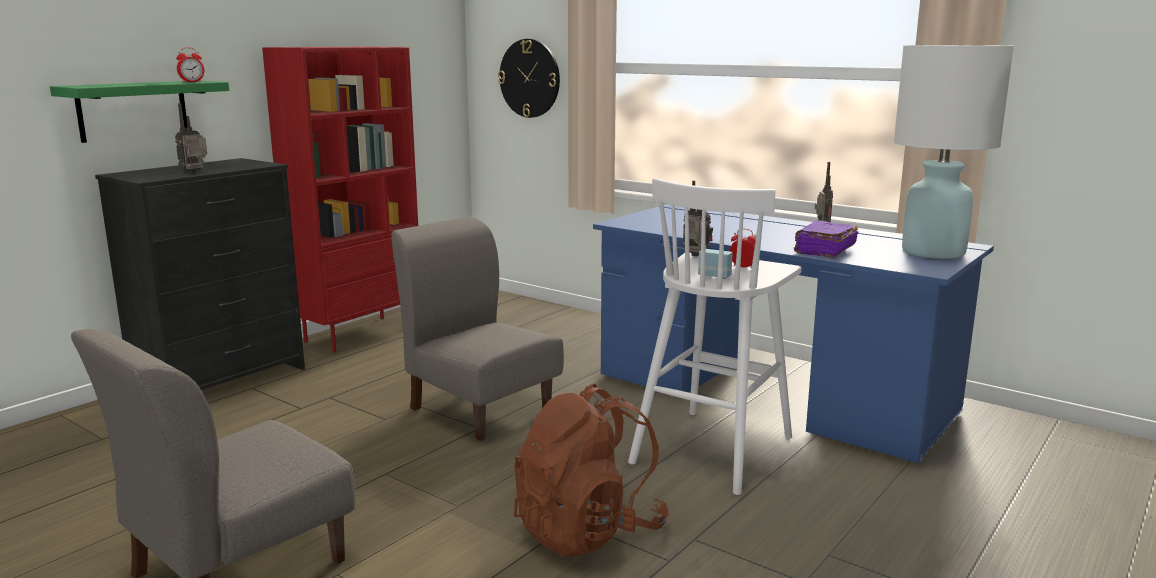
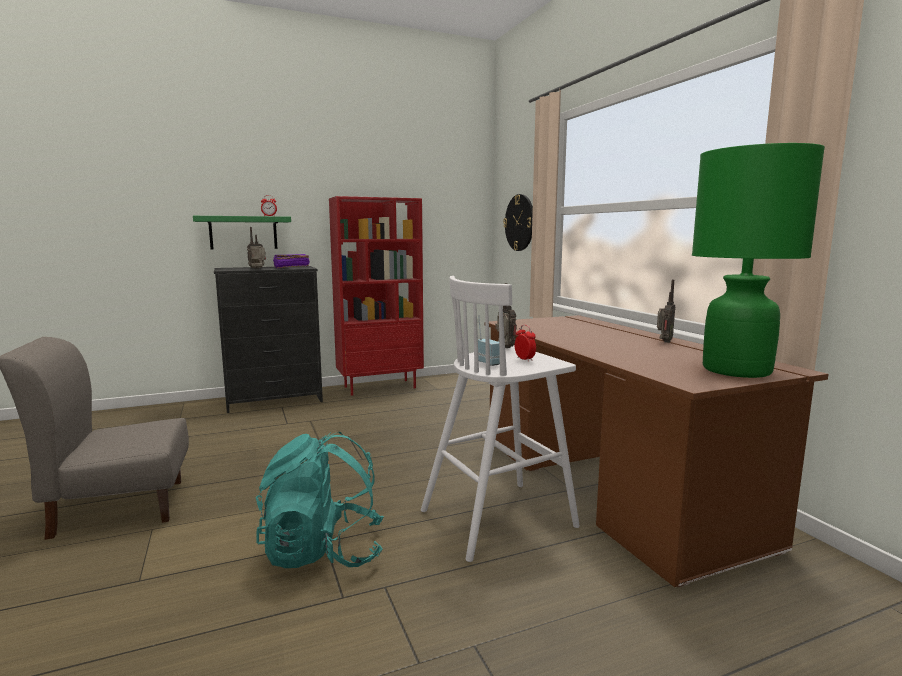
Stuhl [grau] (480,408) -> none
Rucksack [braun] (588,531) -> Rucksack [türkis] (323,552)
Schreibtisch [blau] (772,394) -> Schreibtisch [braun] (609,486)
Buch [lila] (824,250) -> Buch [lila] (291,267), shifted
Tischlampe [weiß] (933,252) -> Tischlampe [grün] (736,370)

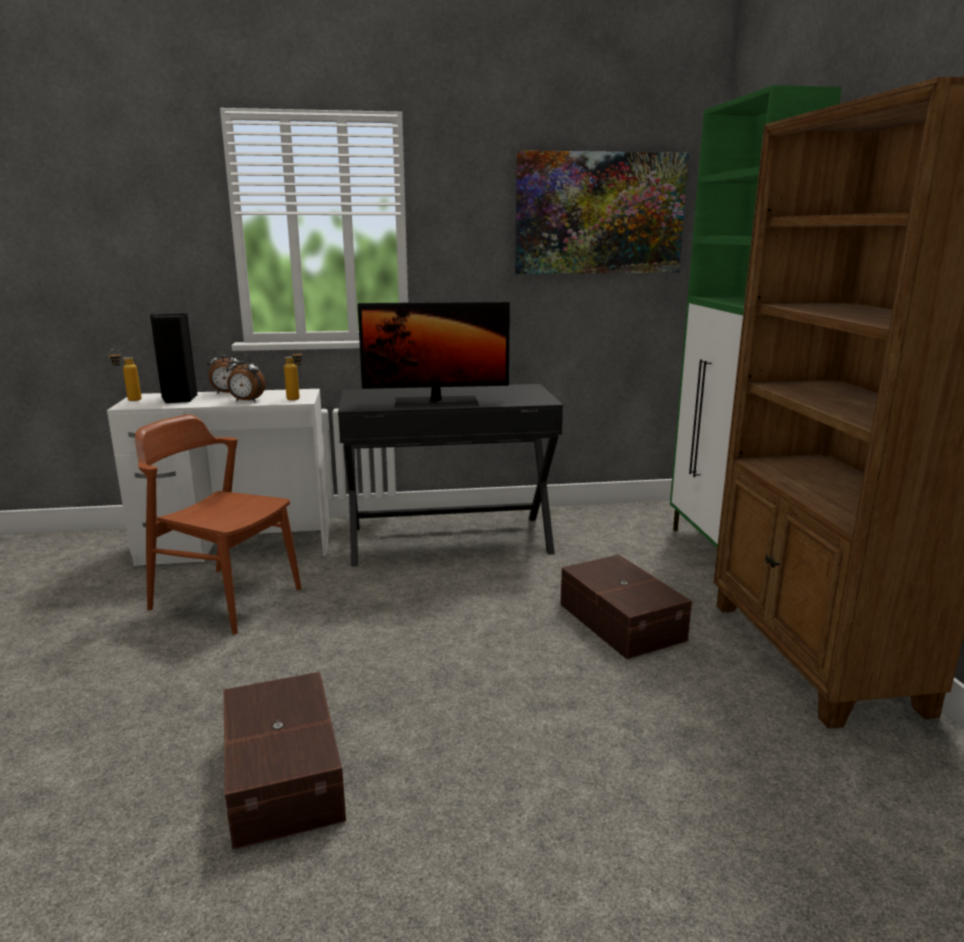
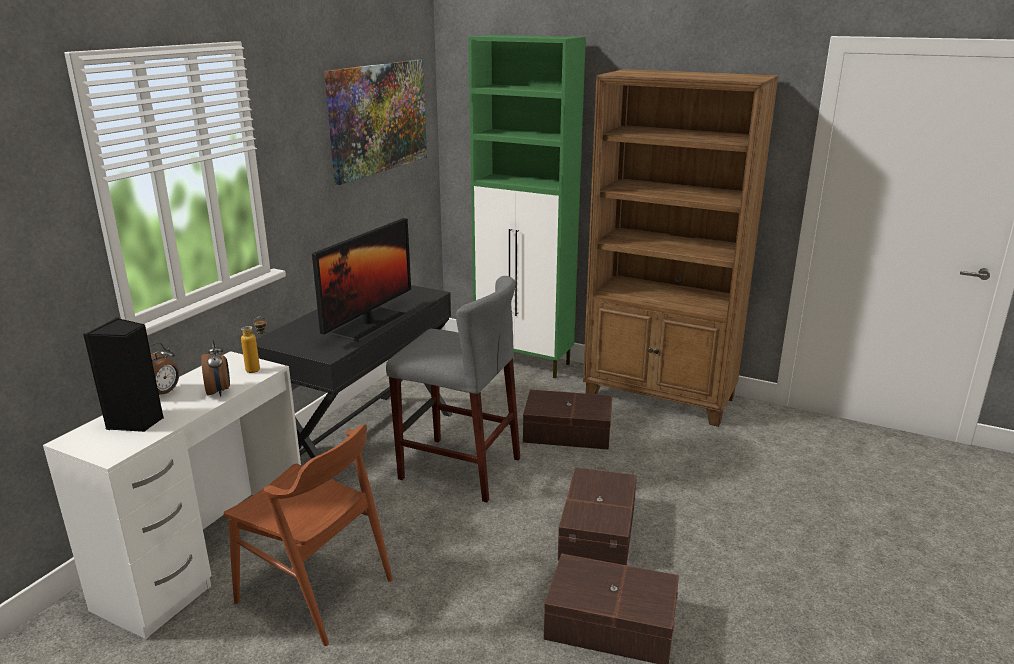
Flasche (129,400) -> none
Stuhl [braun] (225,599) -> Stuhl [braun] (315,591), 120 degrees counterclockwise
Wecker (246,401) -> Wecker (219,391), 60 degrees counterclockwise
none -> Hocker [grau] (459,468)
none -> Aufbewahrungsbox [braun] (599,531)

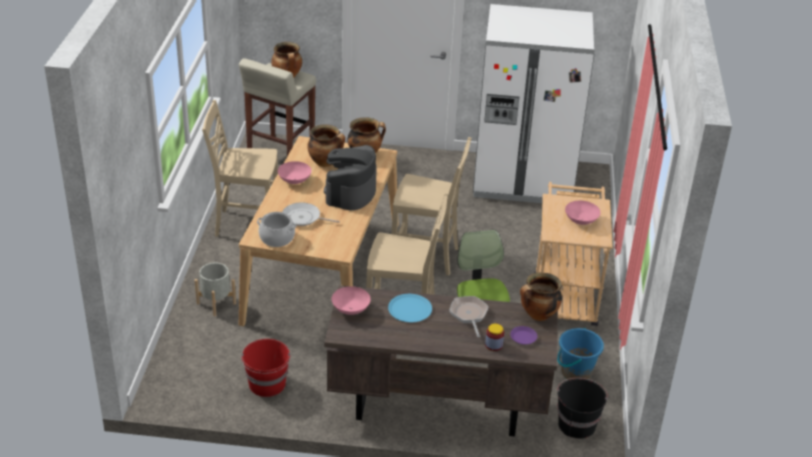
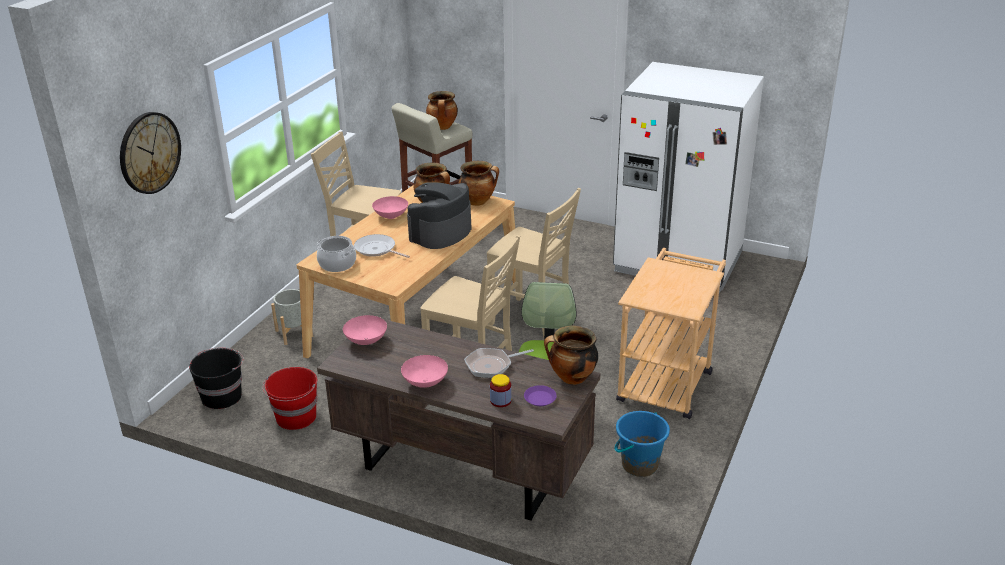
Teller [blau] (410,309) -> none
Pfanne (469,315) -> Pfanne (491,365), 120 degrees counterclockwise
Eimer [schwarz] (576,424) -> Eimer [schwarz] (222,396), shifted
Schüssel [rosa] (580,221) -> Schüssel [rosa] (424,382), shifted
none -> Wanduhr (149,152)

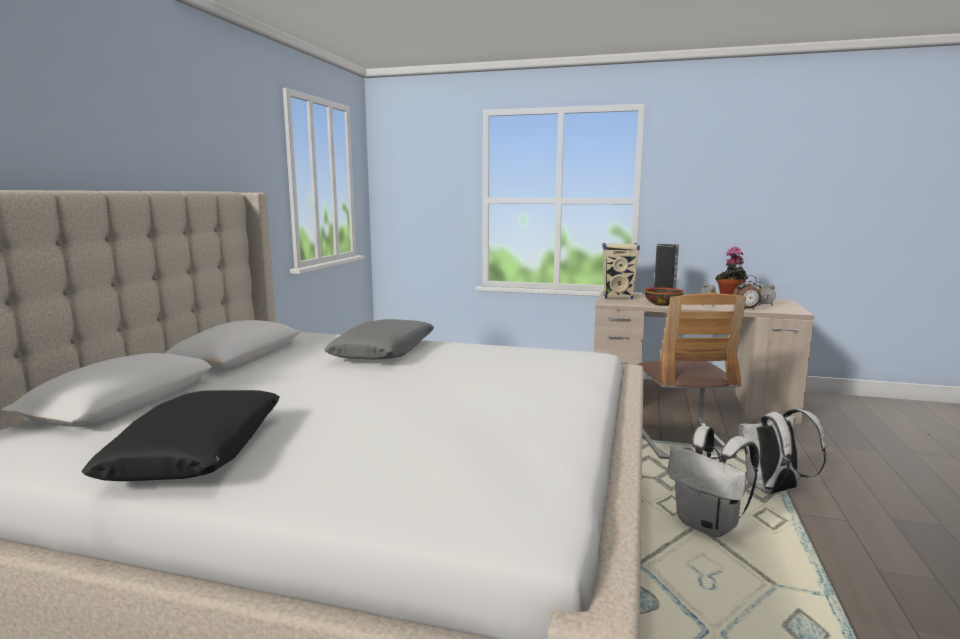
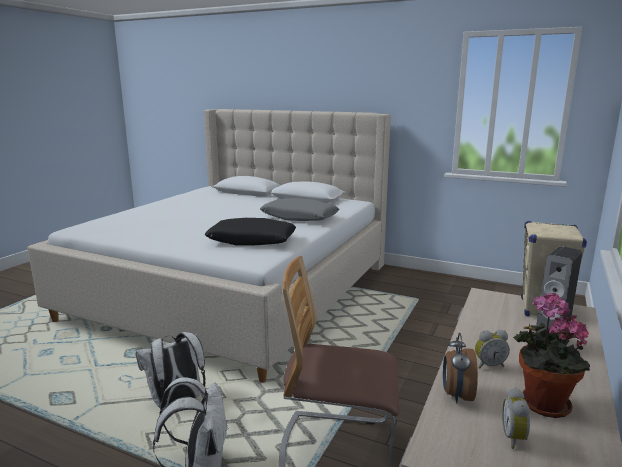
Kissen [schwarz] (198,451) -> Kissen [schwarz] (252,241), shifted
Schüssel (662,304) -> none

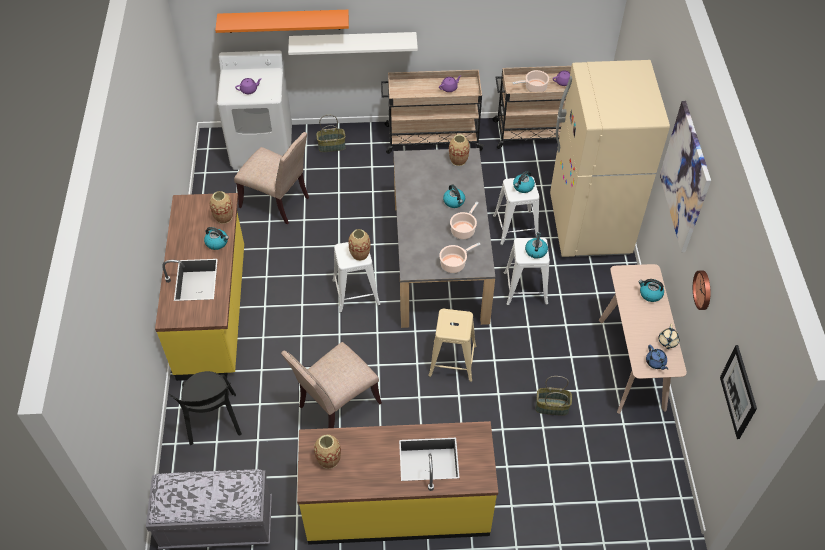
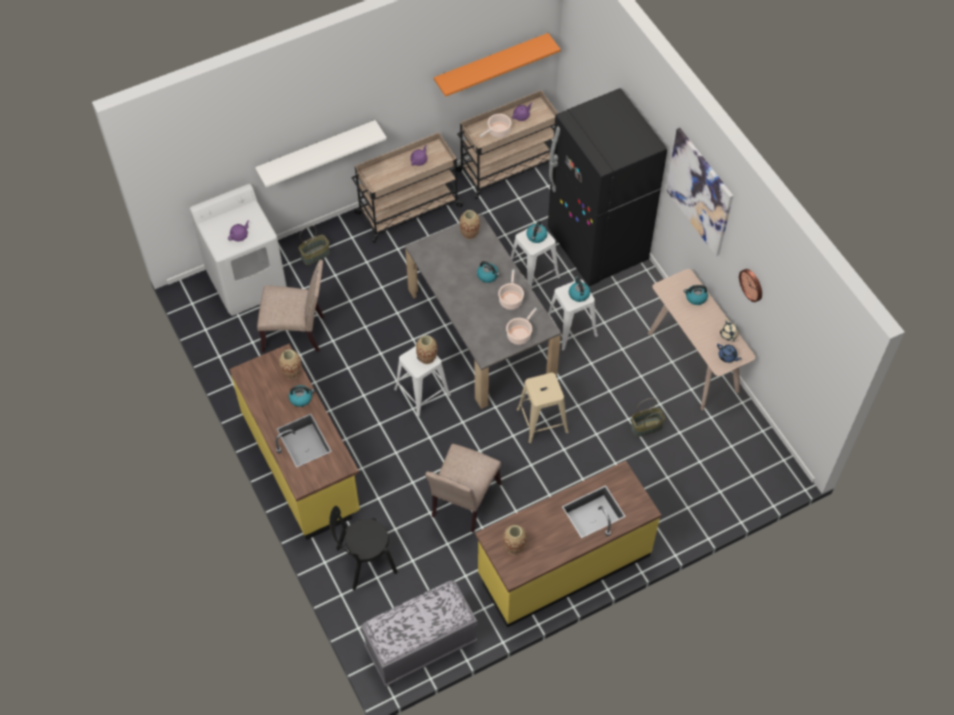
Stuhl [schwarz] (213,421) -> Stuhl [schwarz] (363,561), 105 degrees clockwise
Wandregal [orange] (284,21) -> Wandregal [orange] (491,63), shifted
Kühlschrank [beige] (589,225) -> Kühlschrank [schwarz] (597,246)
Bild (738,392) -> none

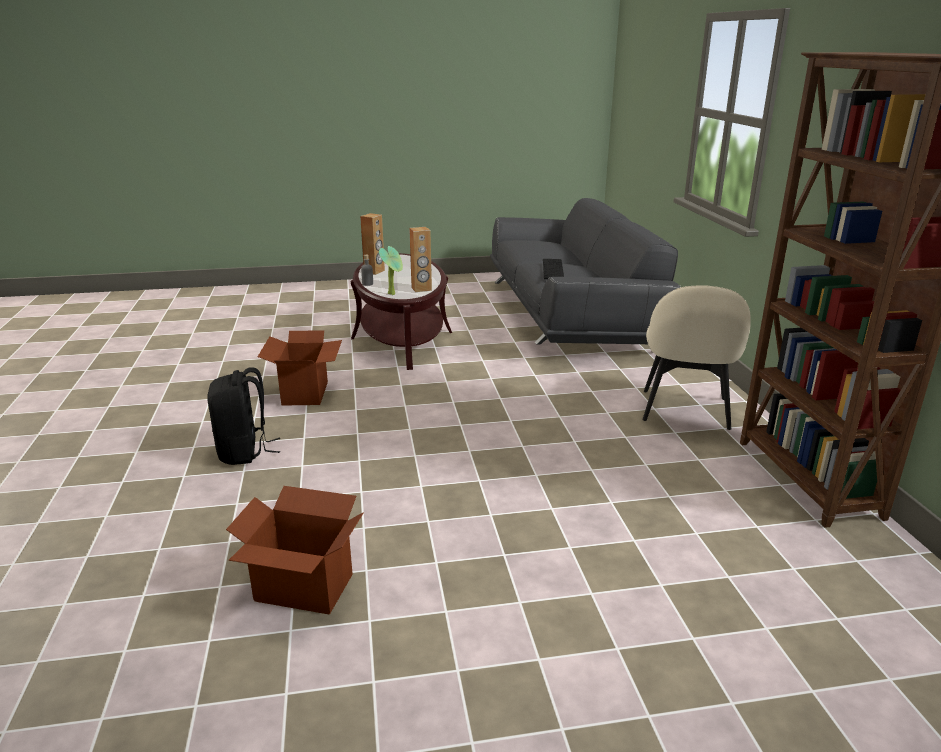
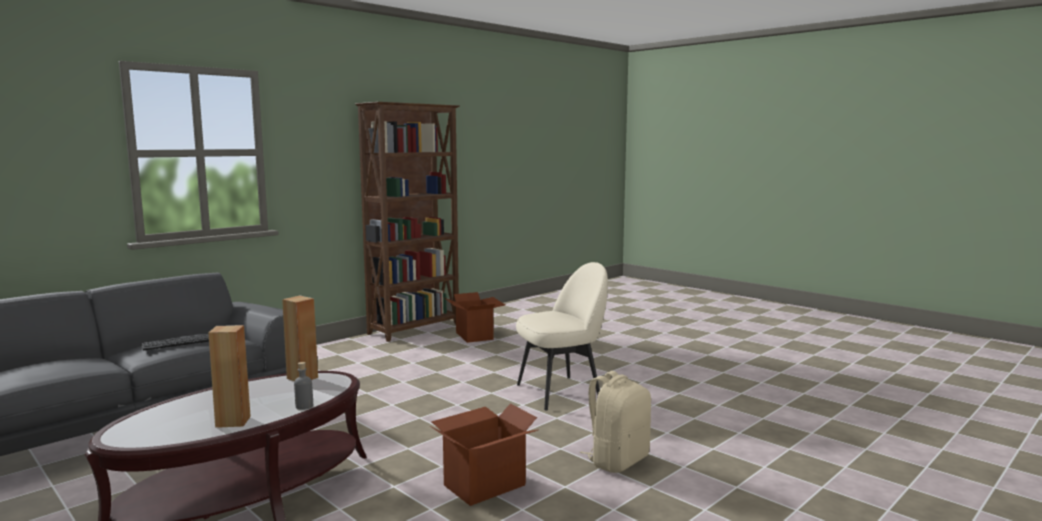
Rucksack [schwarz] (245,452) -> Rucksack [beige] (617,460)
Karton (303,589) -> Karton (475,336), shifted
Topfpflanze (393,293) -> none
Stuhl [beige] (685,411) -> Stuhl [beige] (561,392), shifted

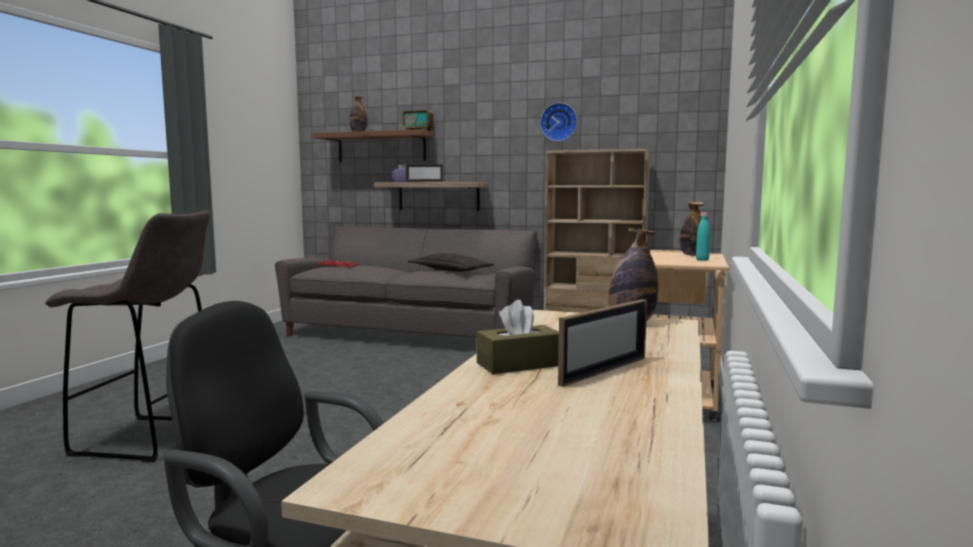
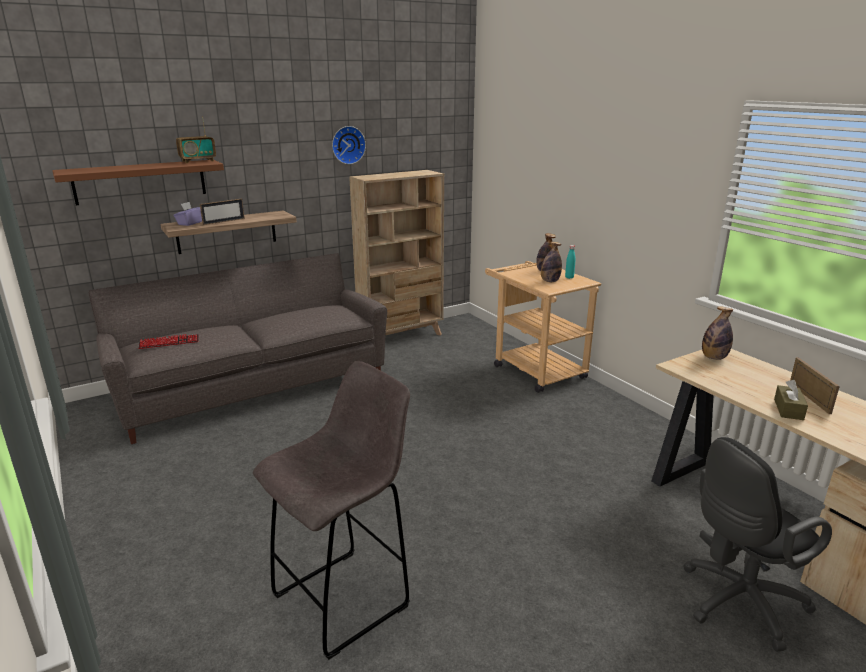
Flasche (358,132) -> Flasche (550,281), shifted
Kissen (450,270) -> none

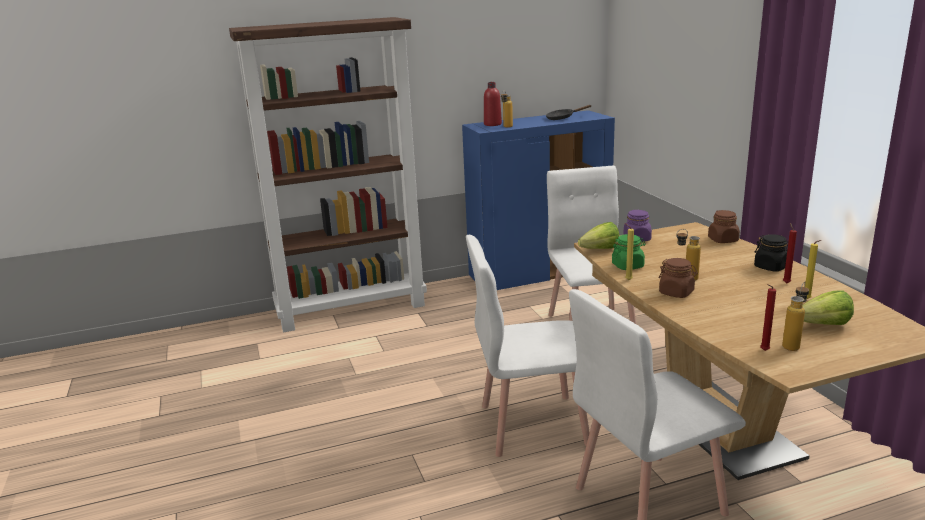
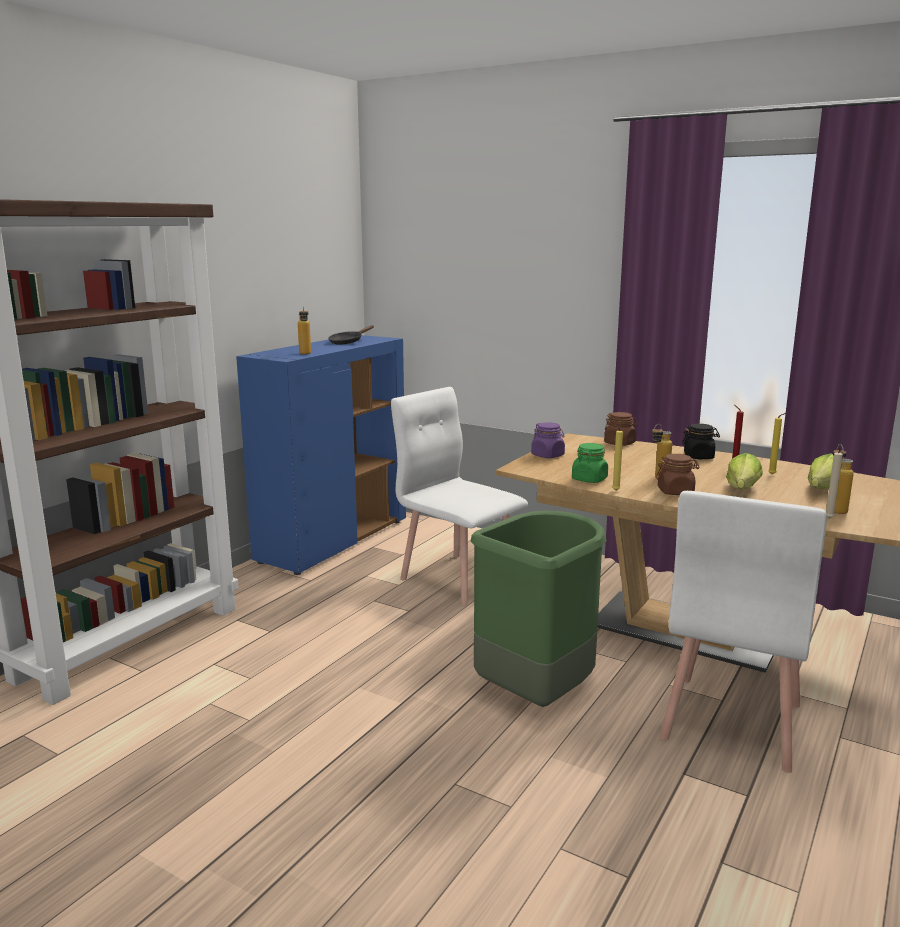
Stuhl [weiß] (532,424) -> Mülleimer [grün] (536,694)
Flasche [rot] (492,124) -> none
Salatkopf (596,250) -> Salatkopf (740,491), shifted
Kerze [rot] (763,351) -> Kerze [beige] (829,519)

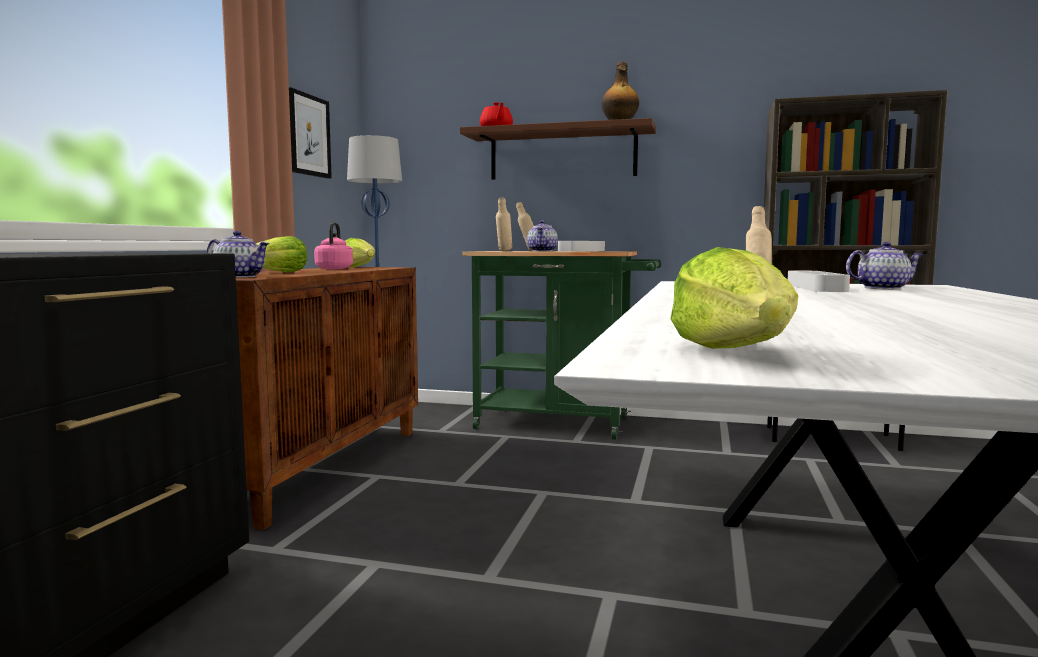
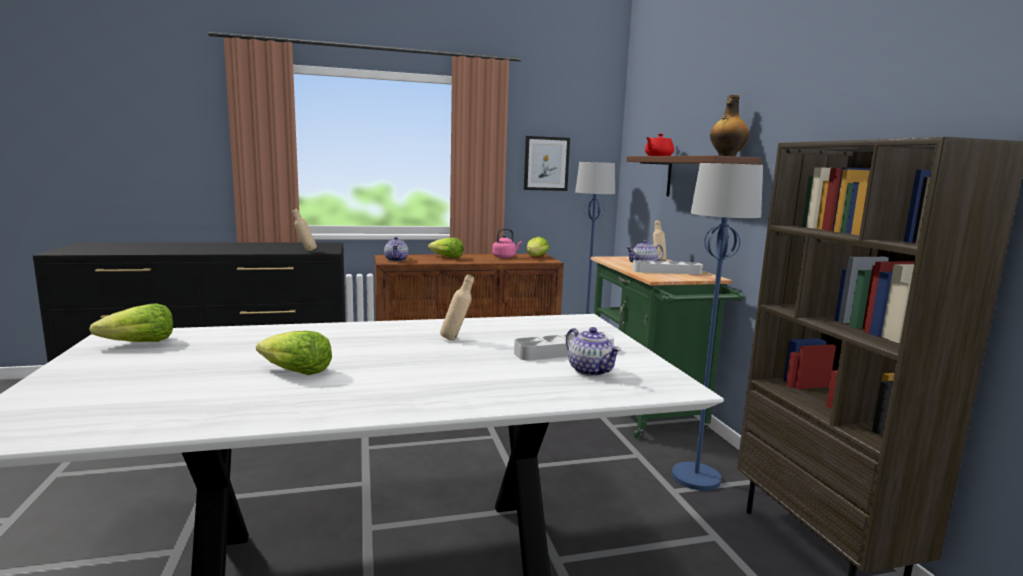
Flasche [beige] (504,251) -> Flasche [beige] (305,251), shifted
none -> Salatkopf (295,372)
none -> Stehlampe [blau] (696,478)

